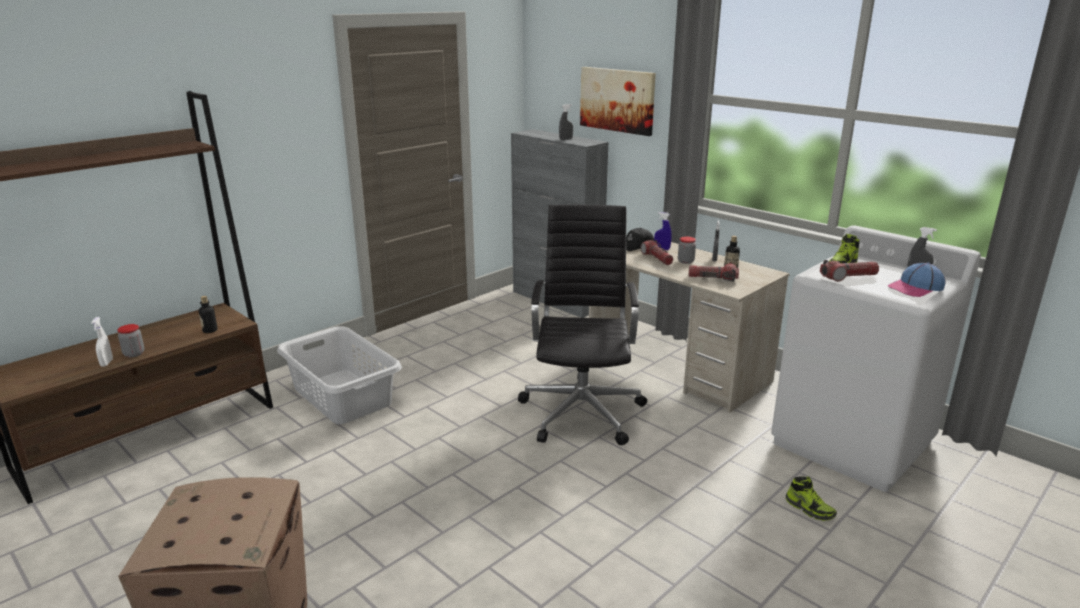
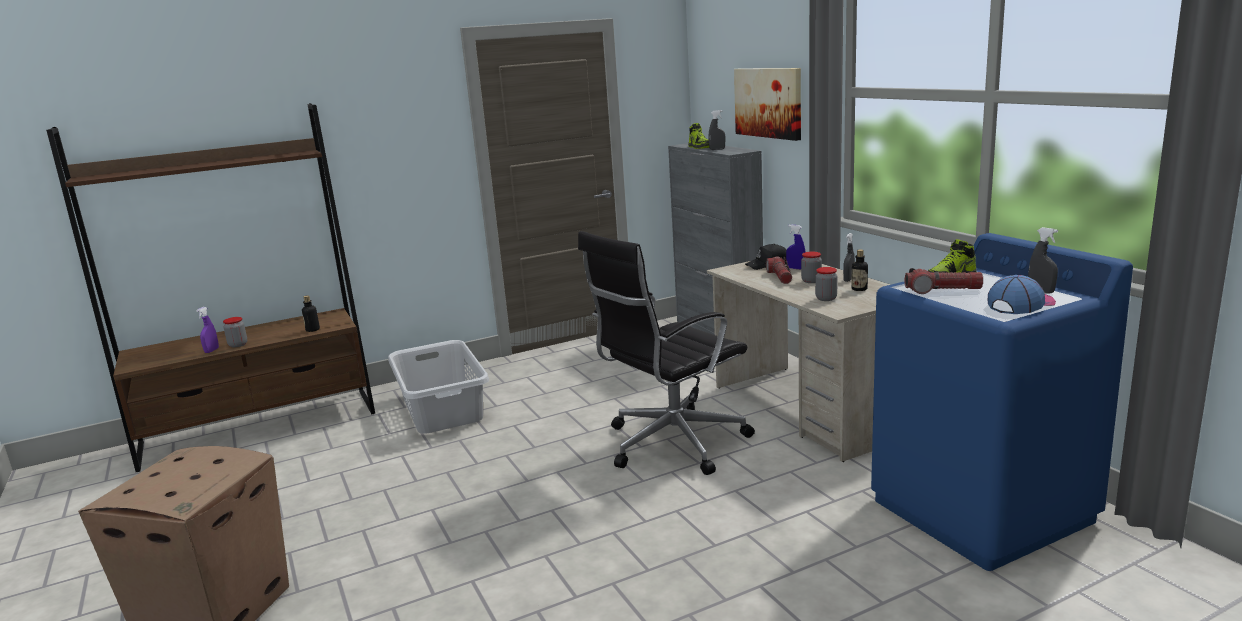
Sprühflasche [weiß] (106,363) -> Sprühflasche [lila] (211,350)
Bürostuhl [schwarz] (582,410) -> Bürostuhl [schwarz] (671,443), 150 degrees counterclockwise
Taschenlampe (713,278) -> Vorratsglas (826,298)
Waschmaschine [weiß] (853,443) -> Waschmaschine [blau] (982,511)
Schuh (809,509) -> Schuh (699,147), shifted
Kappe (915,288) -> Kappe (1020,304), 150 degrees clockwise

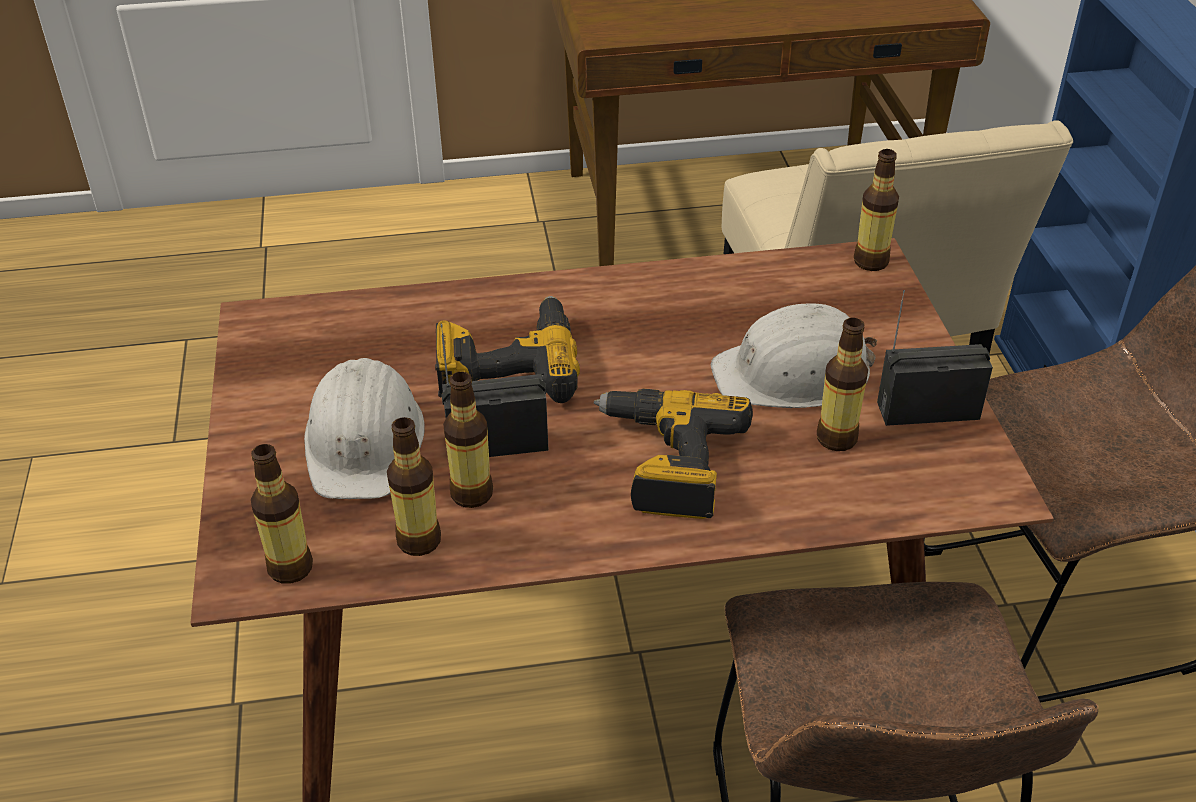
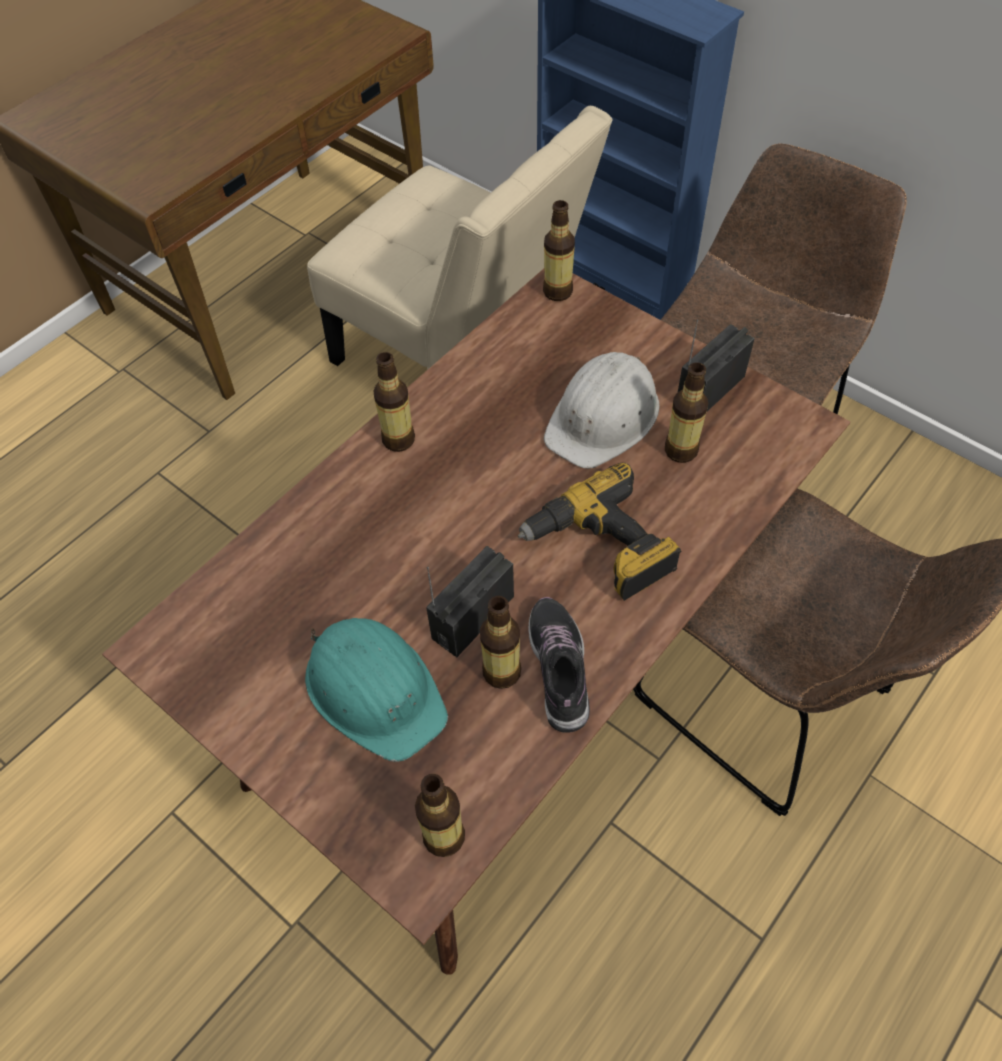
Schutzhelm [weiß] (365,441) -> Schutzhelm [türkis] (375,689)
Flasche (419,541) -> Flasche (398,440), shifted
Bohrmaschine (507,366) -> none
none -> Schuh (559,668)

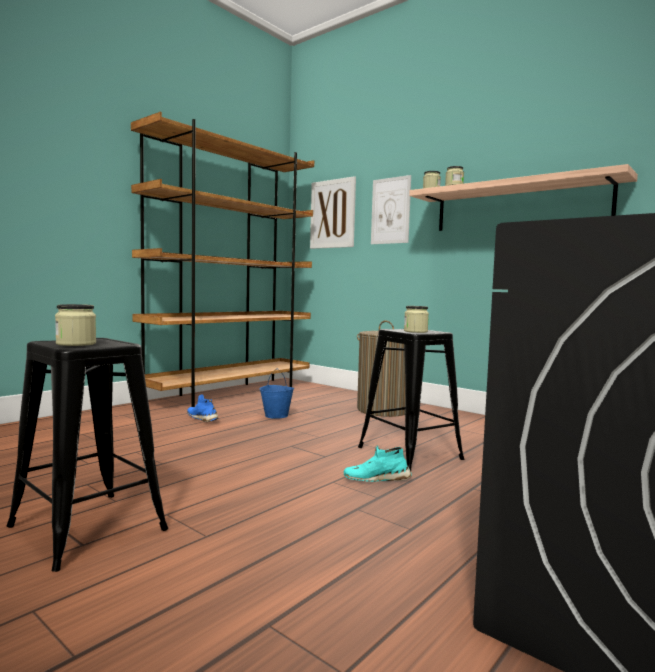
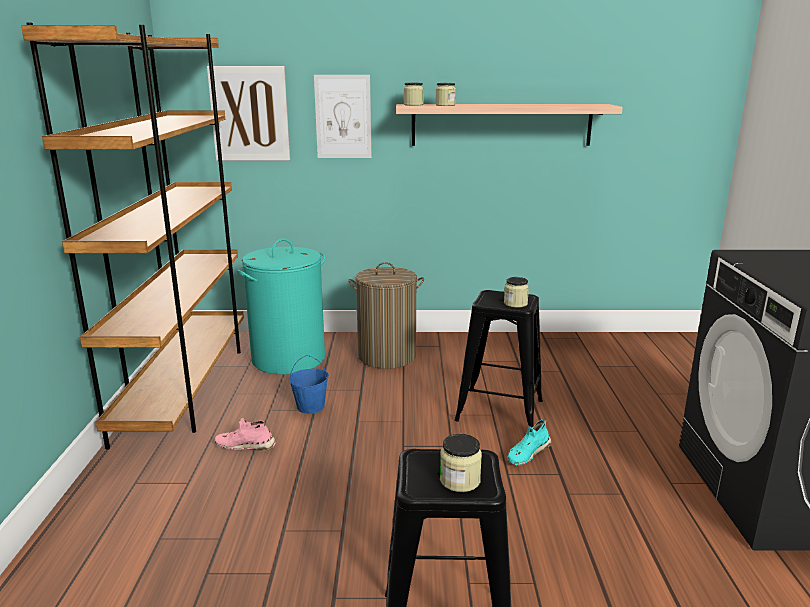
Schuh [blau] (203,418) -> Schuh [rosa] (246,445)
none -> Wäschekorb [türkis] (288,359)

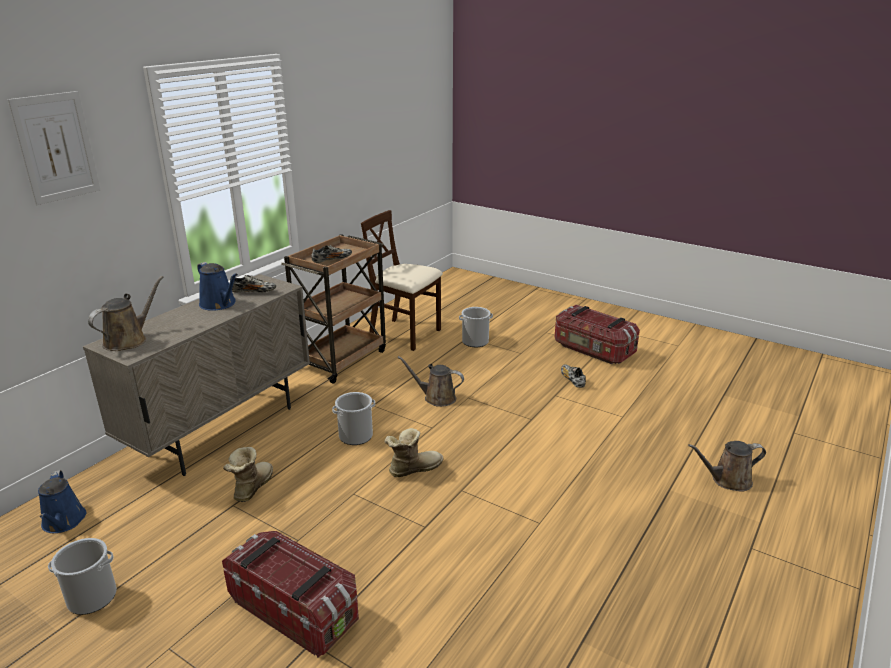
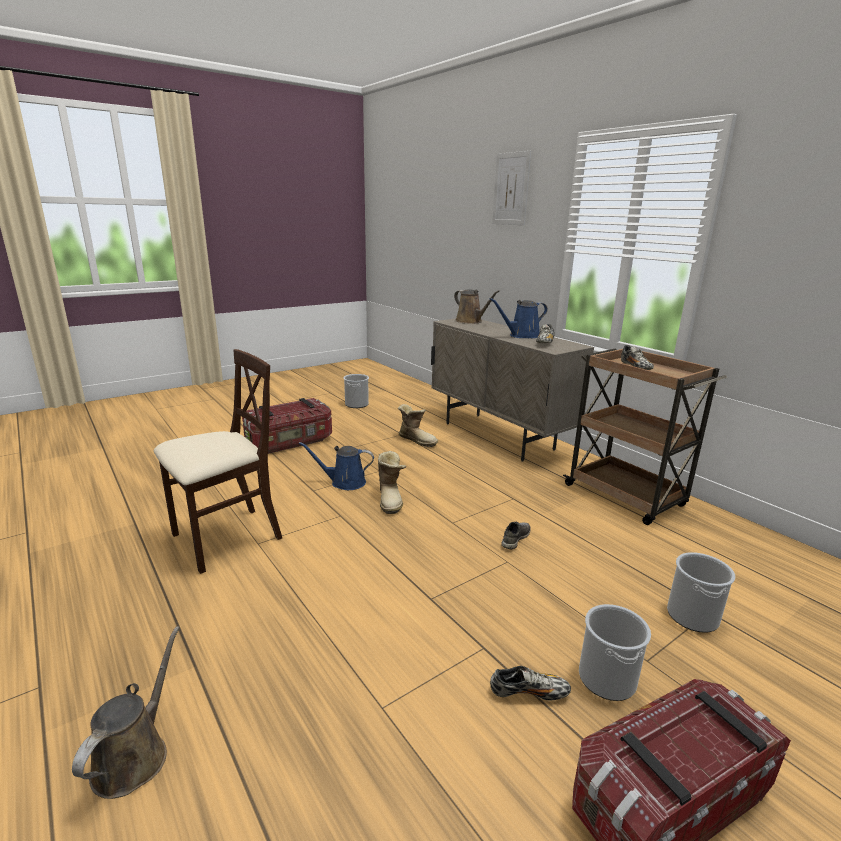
Gießkanne [blau] (63,522) -> Gießkanne [blau] (344,482), shifted
Eimer (355,436) -> Eimer (607,678), shifted
Stuhl [beige] (405,334) -> Stuhl [beige] (226,538), shifted
Gießkanne [braun] (436,398) -> Schuh [grau] (515,538)

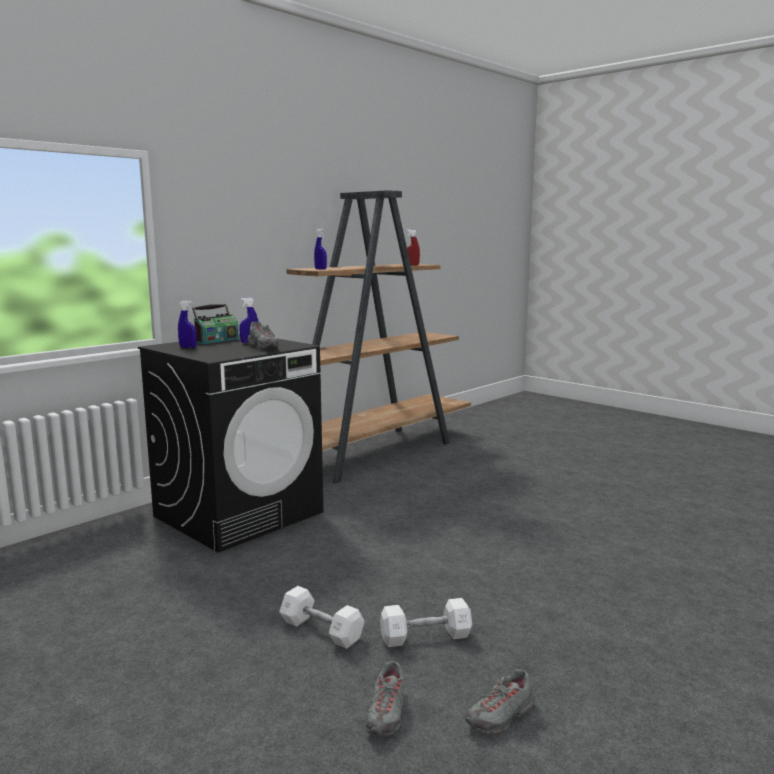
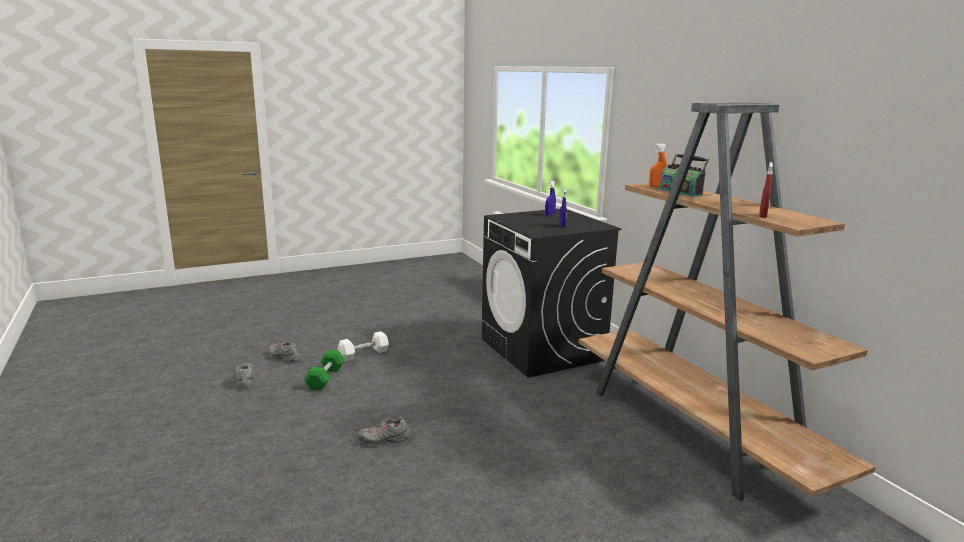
Radio (216,340) -> Radio (681,192), shifted
Schuh [grau] (263,347) -> Schuh [grau] (384,440), shifted
Sprühflasche [blau] (320,269) -> Sprühflasche [orange] (656,186)
Hantel [weiß] (425,636) -> Hantel [grün] (325,378)

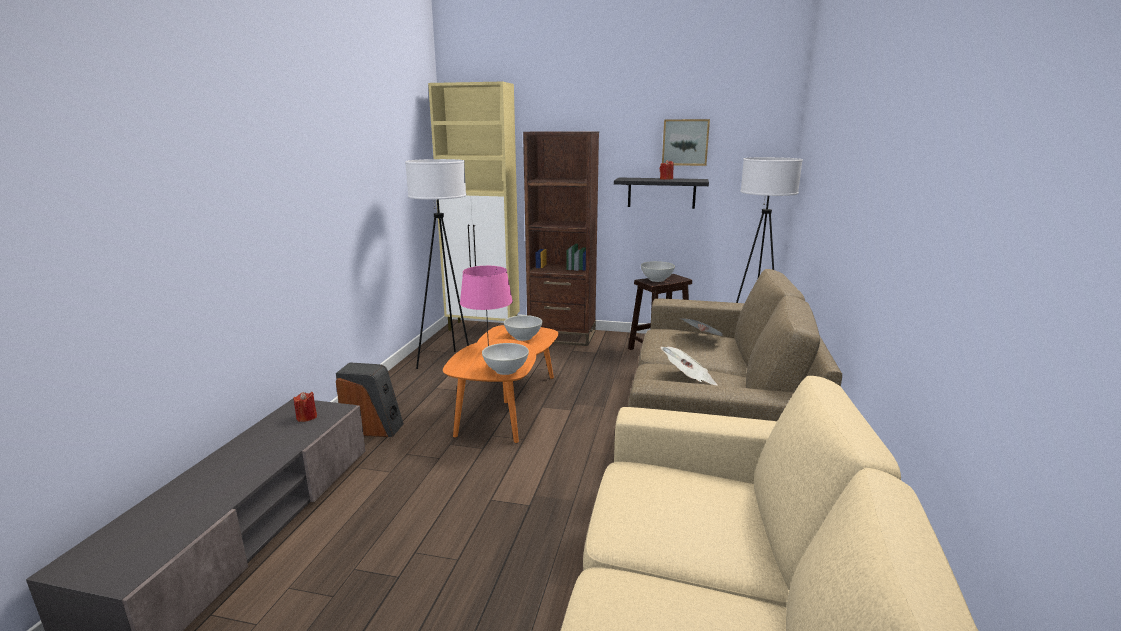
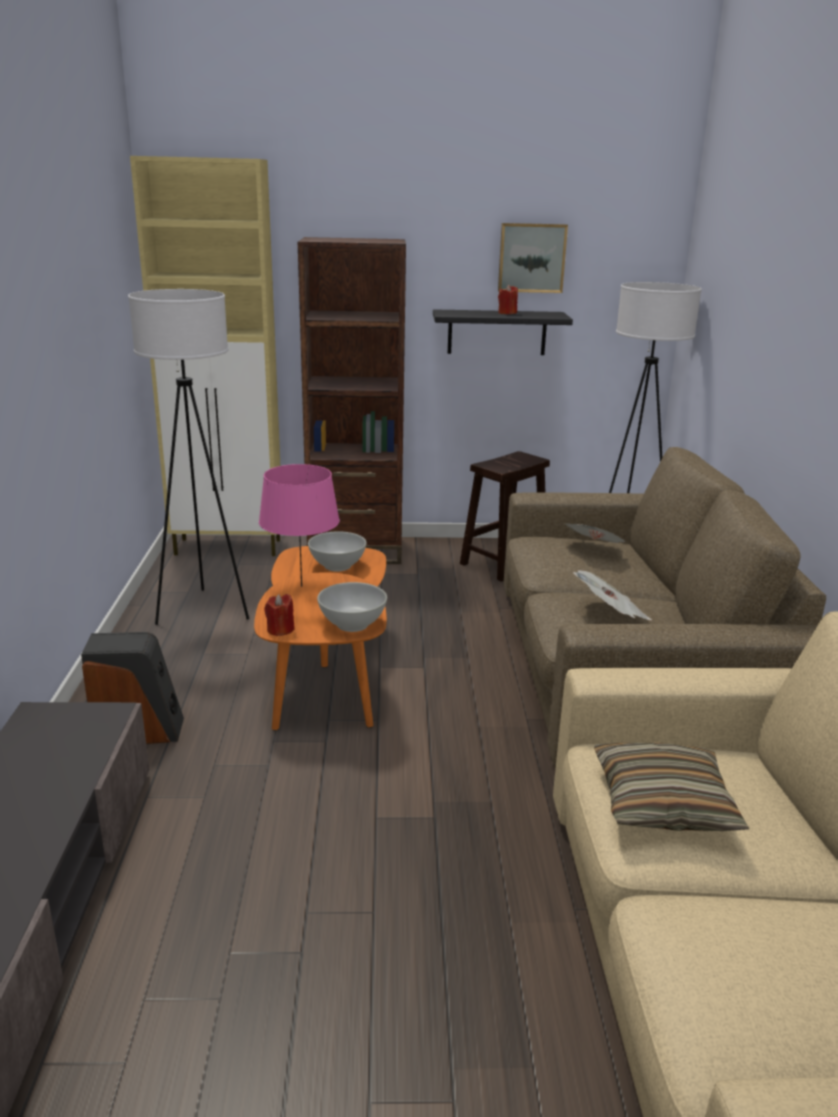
Kerze [rot] (306,417) -> Kerze [rot] (280,630), shifted
Schüssel [weiß] (657,279) -> none
none -> Kissen (663,802)

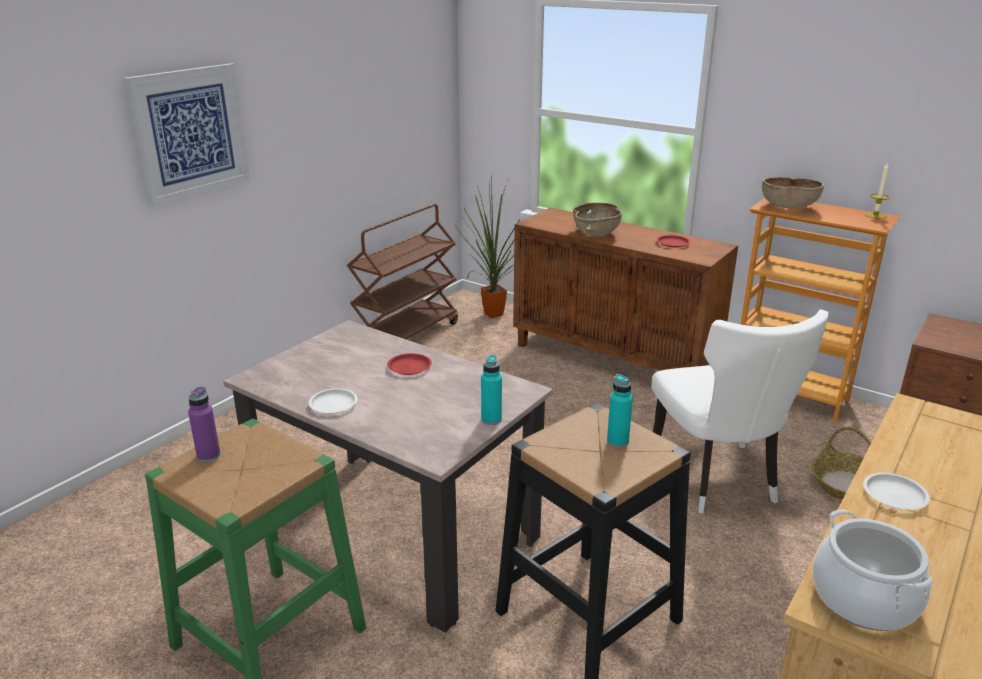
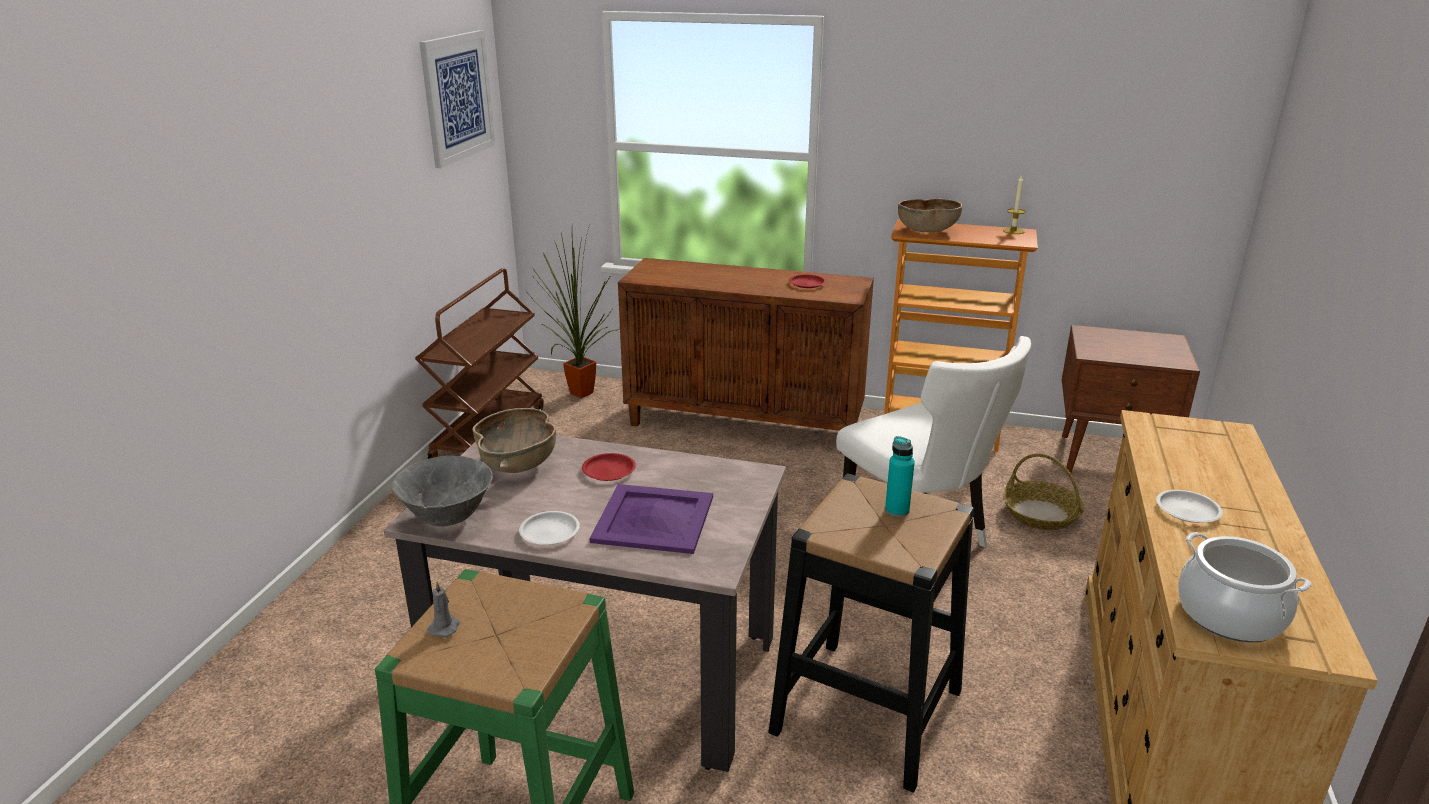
Bild (190,132) -> Bild (457,97), shifted
Flasche [lila] (208,456) -> Kerze [grau] (444,627)
Flasche [türkis] (491,419) -> none
Schüssel [braun] (596,233) -> Schüssel [braun] (518,463), shifted
none -> Schüssel [grau] (448,519)
none -> Tablett [lila] (653,518)

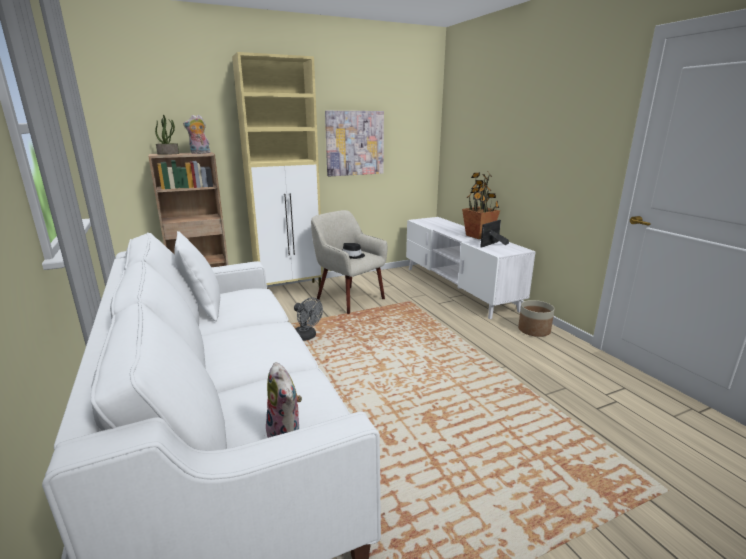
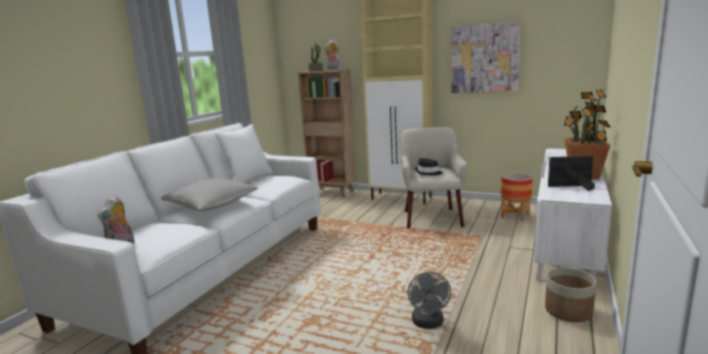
Ventilator [grau] (307,337) -> Ventilator [grau] (428,324), shifted
none -> Kissen [grau] (211,206)
none -> Pflanzkübel (515,216)

